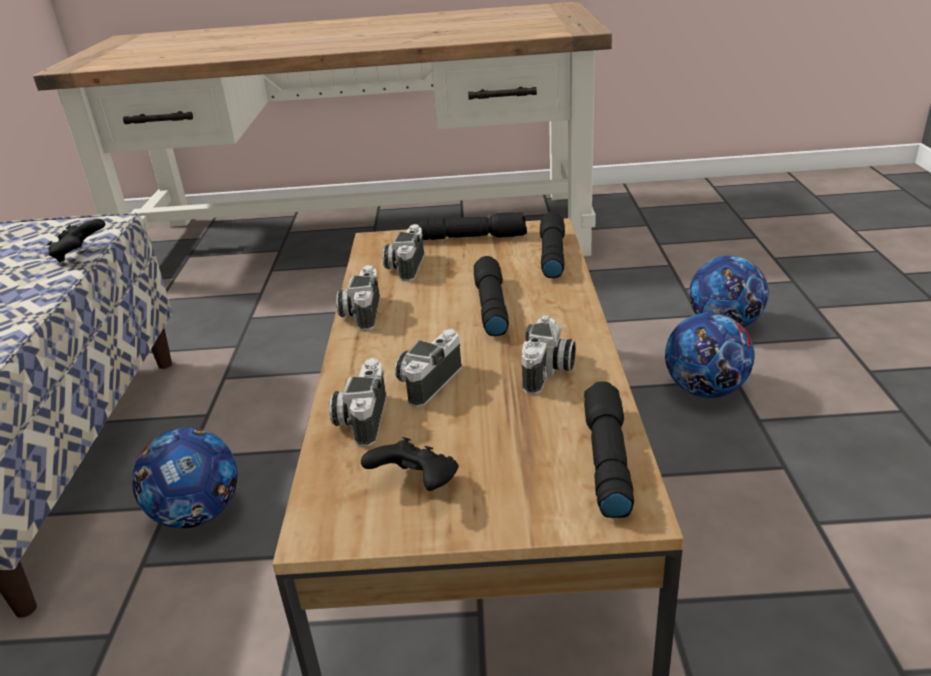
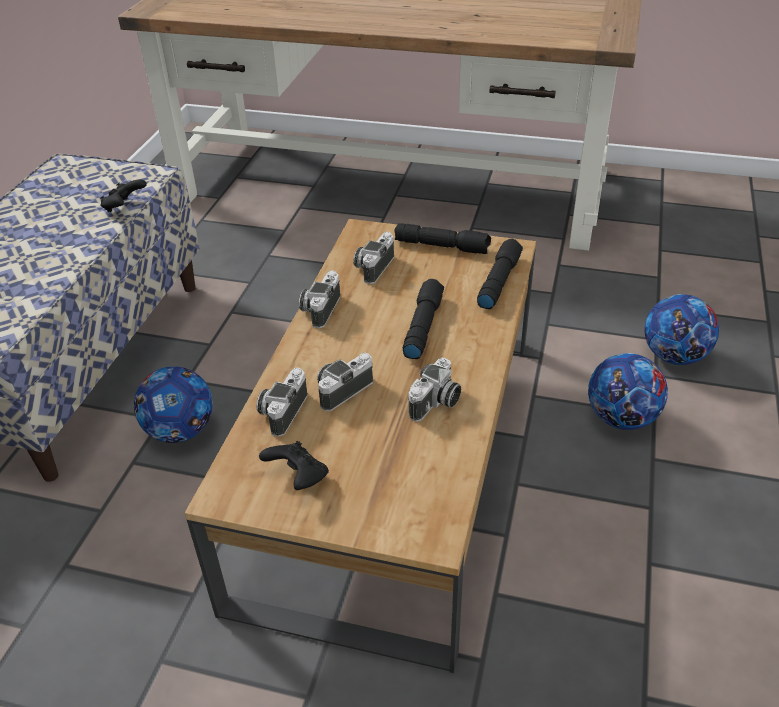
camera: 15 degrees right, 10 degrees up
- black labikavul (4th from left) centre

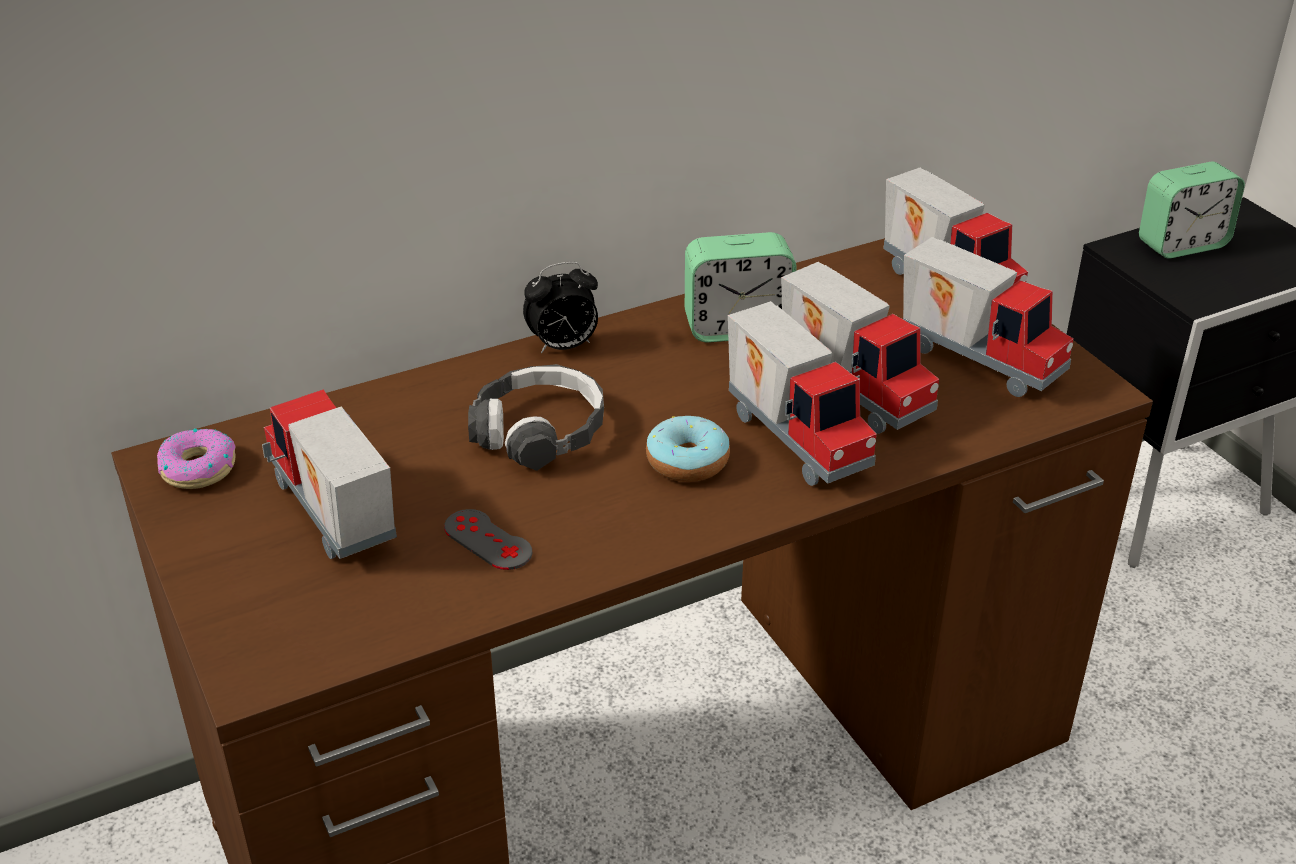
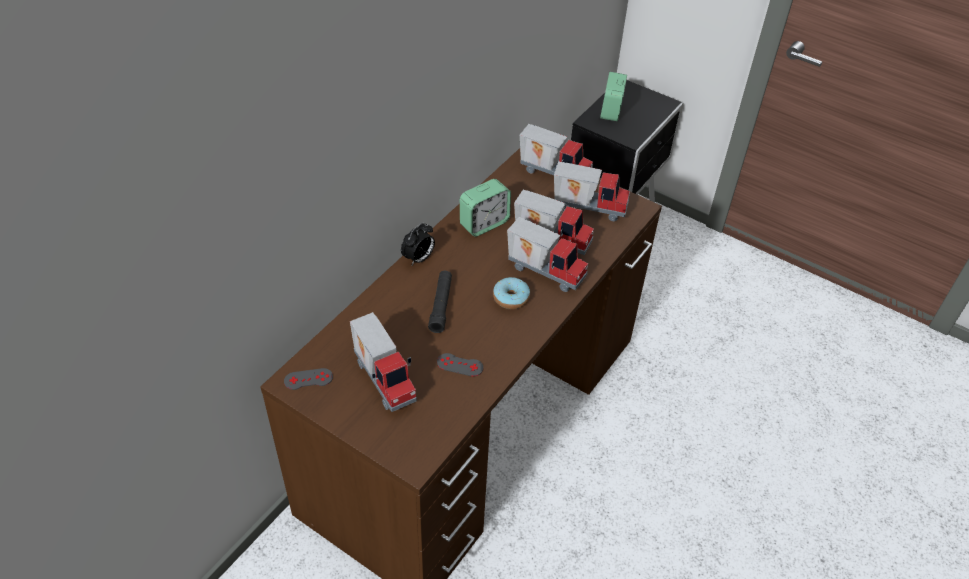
camera: 30 degrees left, 10 degrees up
~ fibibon (1st from left) middle left to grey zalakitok (1st from left) middle left
~ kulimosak (1st from left) middle left = centre 150 degrees counterclockwise
~ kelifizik centre to black labikavul centre
~ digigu (3rd from left) top right = top centre 150 degrees clockwise

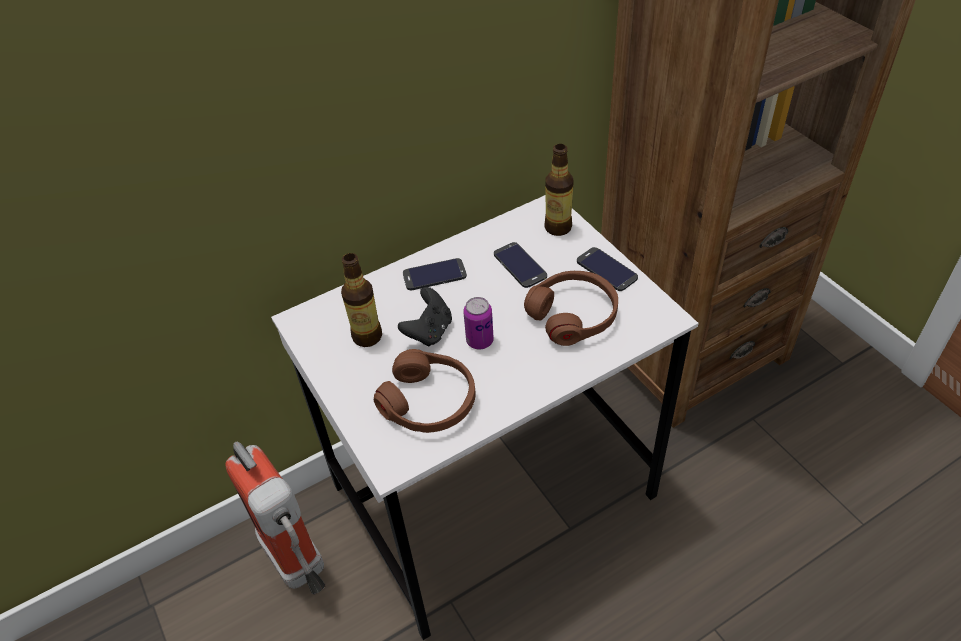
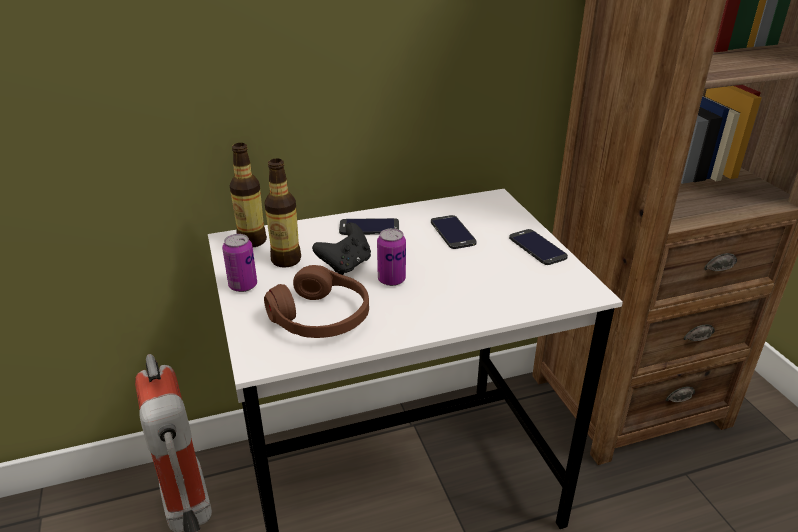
camera: 10 degrees right, 15 degrees down
+ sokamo (1st from left) middle left
~ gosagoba (2nd from left in the first image) top centre to gosagoba (1st from left) middle left
- brown kelifizik (2nd from left) centre

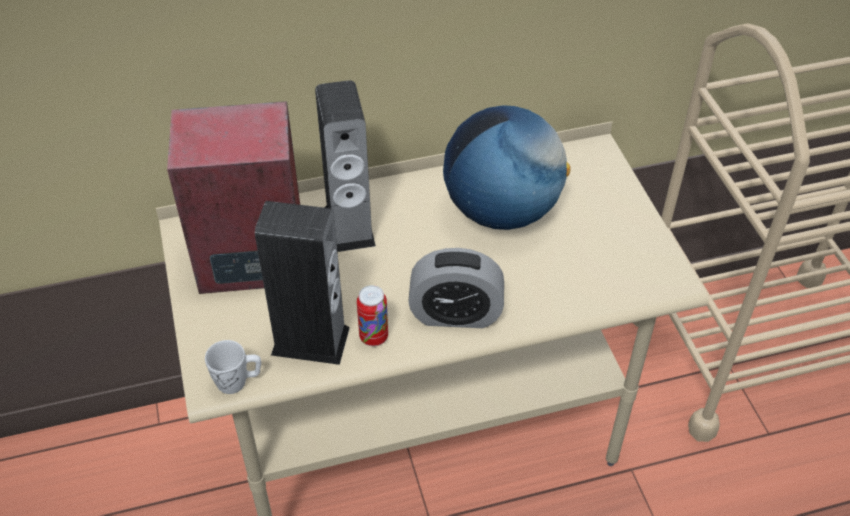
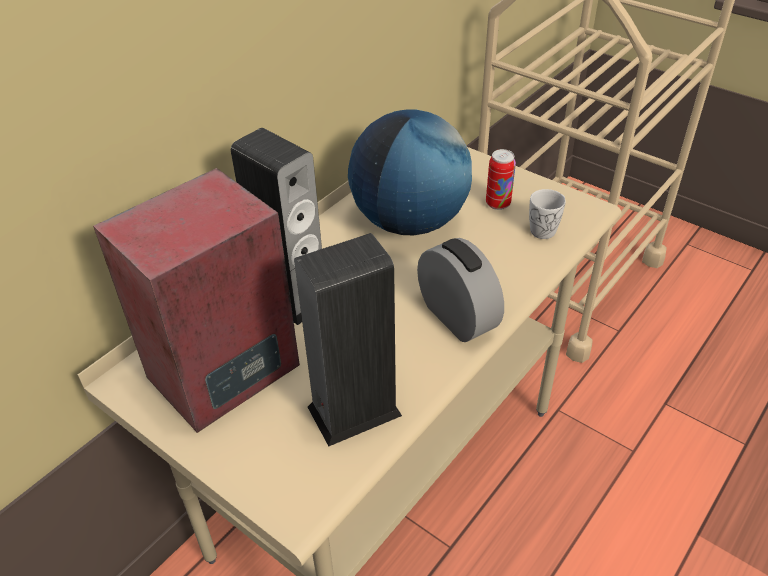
camera: 35 degrees left, 5 degrees down
~ digigu centre = centre 90 degrees counterclockwise
~ sokamo centre to top centre
~ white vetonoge bottom left to middle right

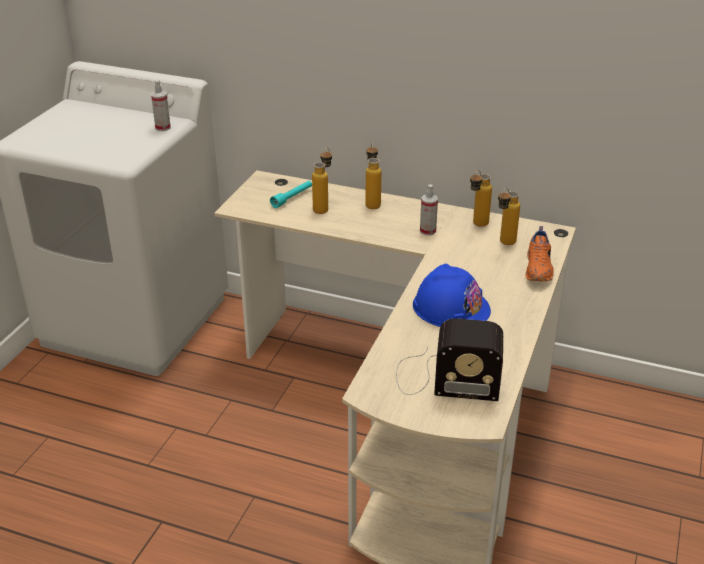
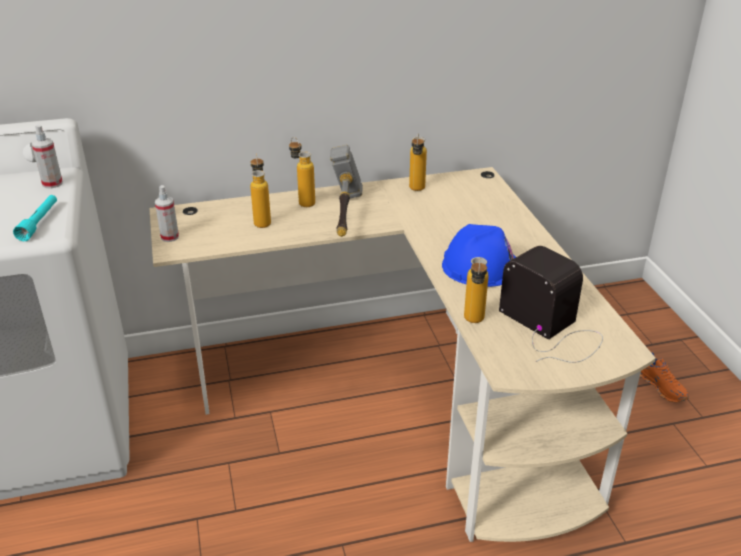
camera: 35 degrees left, 0 degrees up
~ turquoise labikavul centre to middle left
~ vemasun (2nd from left) centre to middle left
+ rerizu centre
~ gosagoba (4th from left) middle right to centre
~ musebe centre = middle right 105 degrees counterclockwise
~ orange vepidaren middle right to bottom right

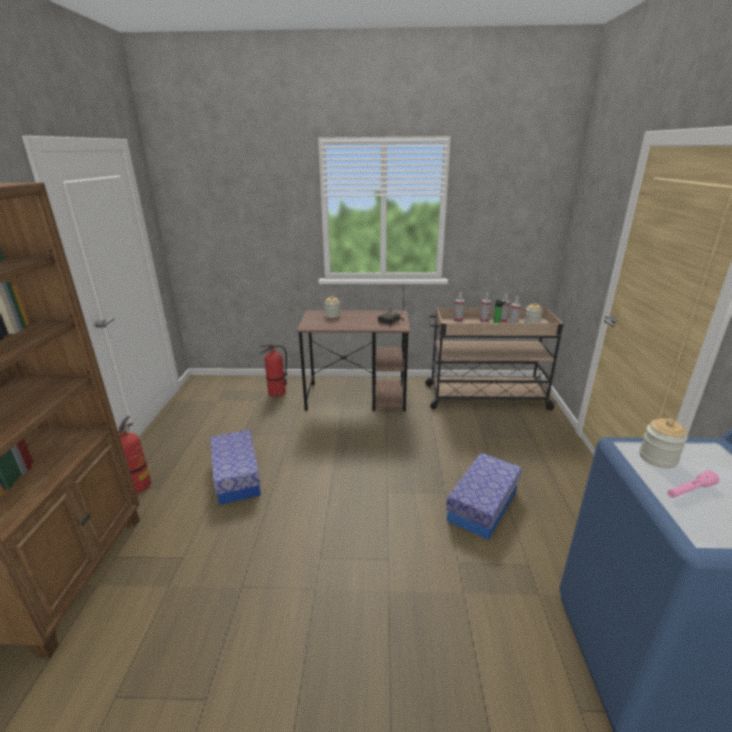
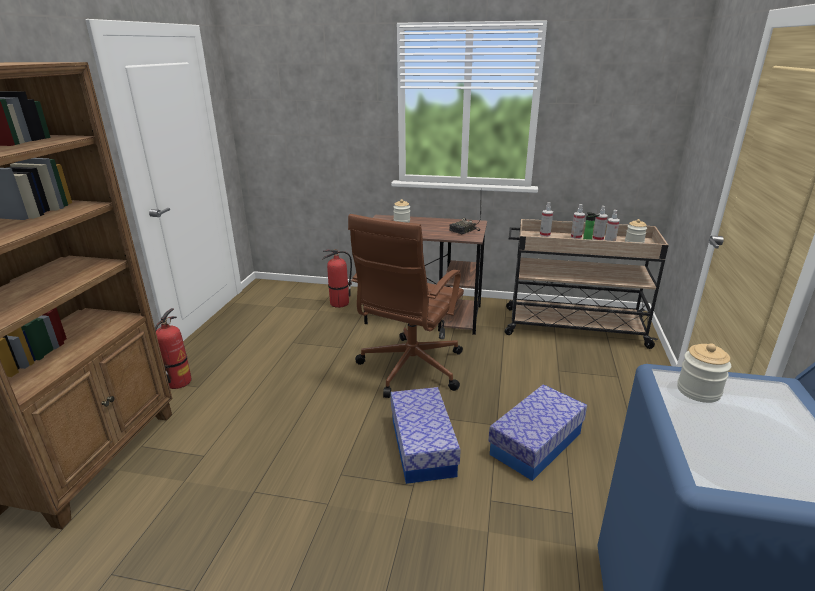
camera: 10 degrees right, 0 degrees up
+ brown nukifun centre
~ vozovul (1st from left) middle left to bottom centre
- pink labikavul middle right

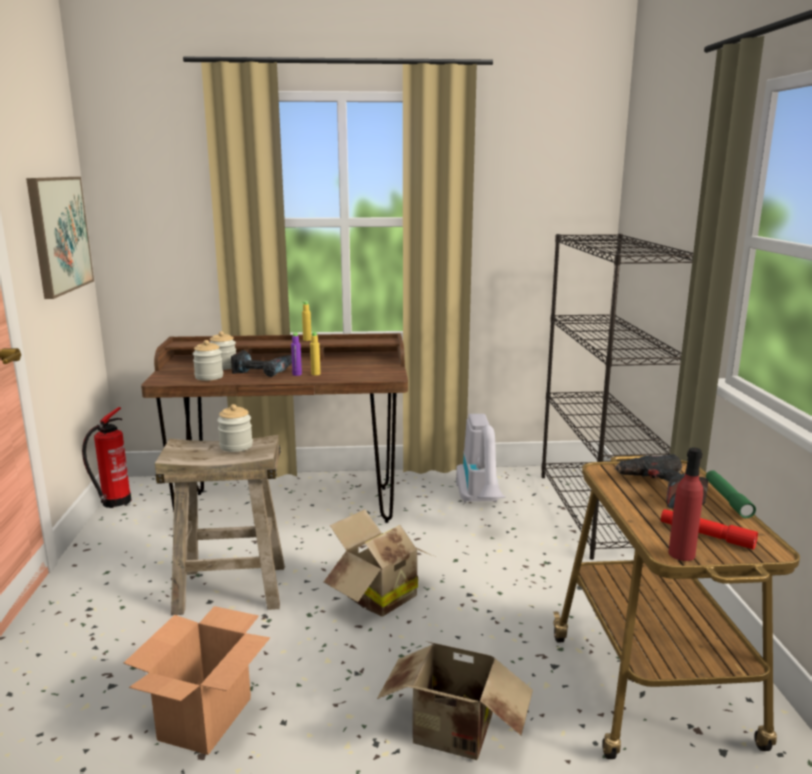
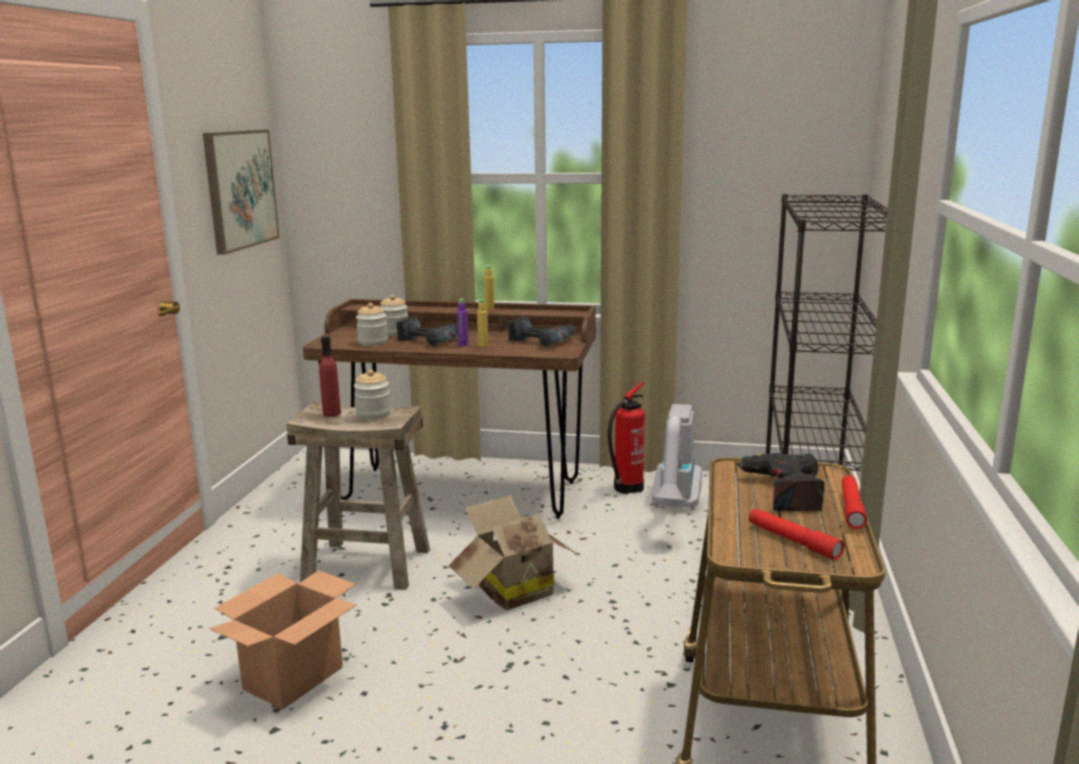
camera: 15 degrees right, 0 degrees up
~ red gosagoba middle right to middle left
+ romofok (2nd from left) centre
~ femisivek middle left to centre
~ green labikavul middle right to red labikavul (2nd from left) middle right
- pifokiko (3rd from left) bottom centre

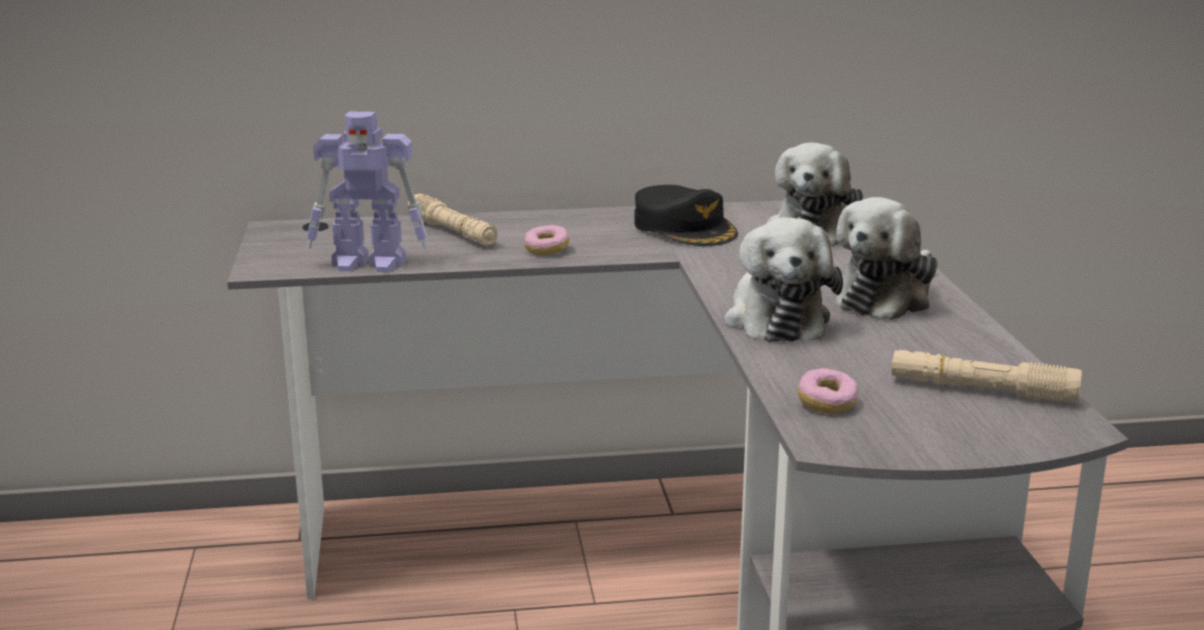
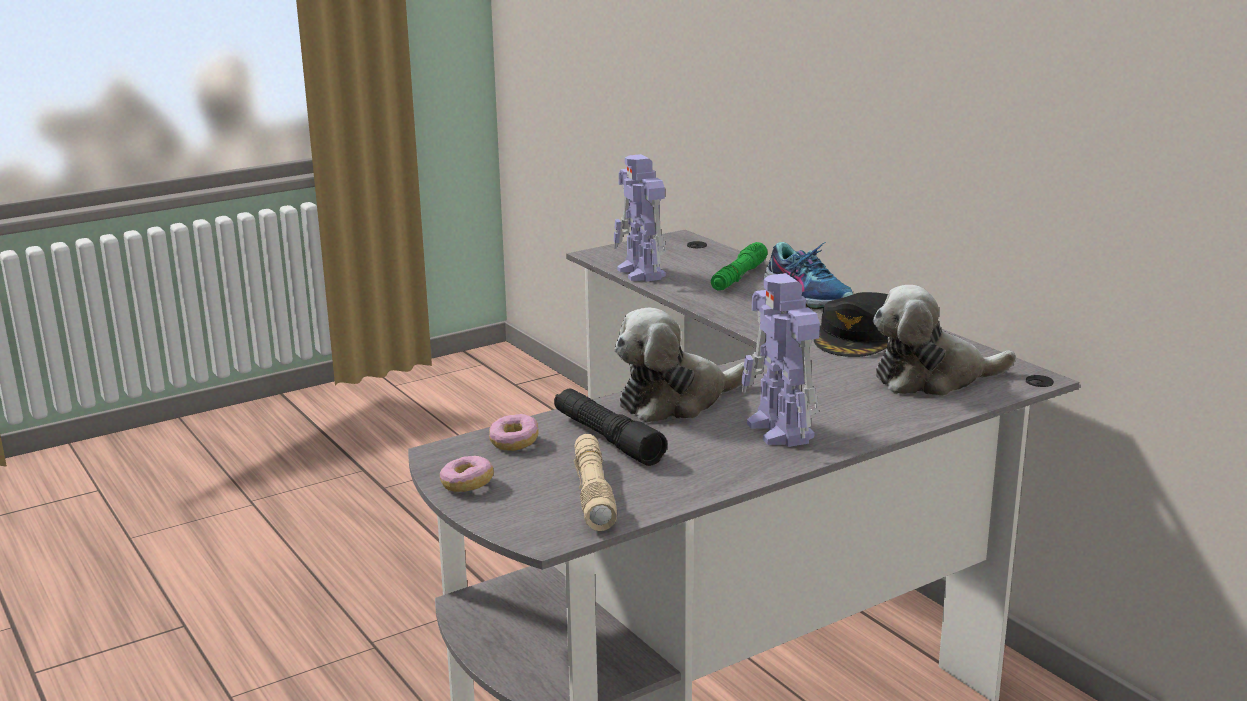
camera: 65 degrees right, 0 degrees up
~ fibibon (1st from left) centre to bottom centre
+ black labikavul centre
~ beige labikavul (1st from left) centre to green labikavul centre
~ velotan (3rd from left) middle right to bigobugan (2nd from left) centre
+ vepidaren centre

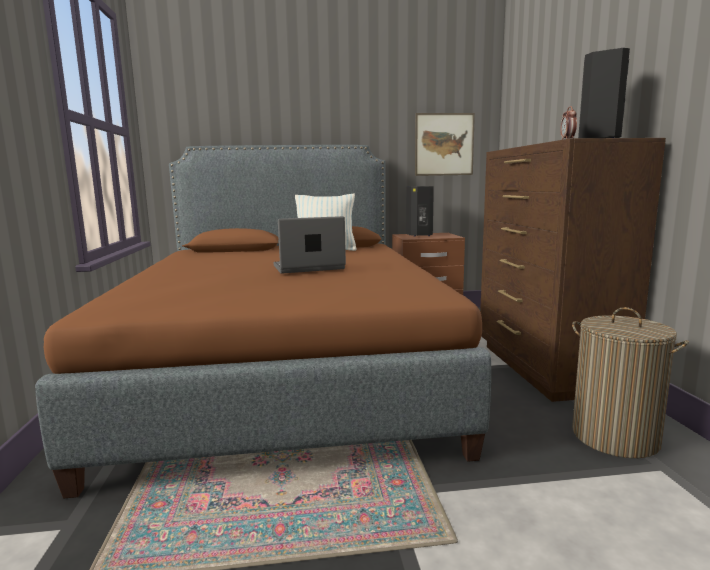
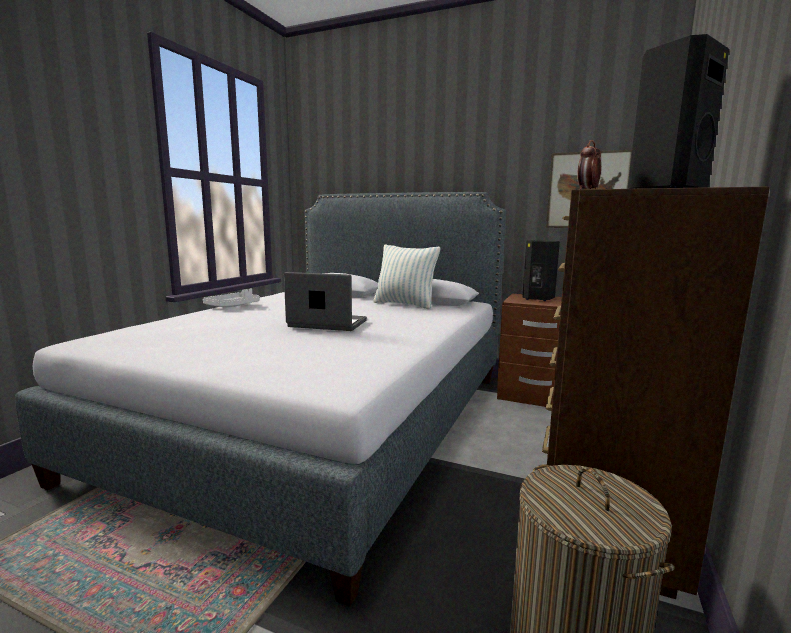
camera: 30 degrees right, 0 degrees up
~ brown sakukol centre to grey sakukol middle left
+ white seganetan middle left

